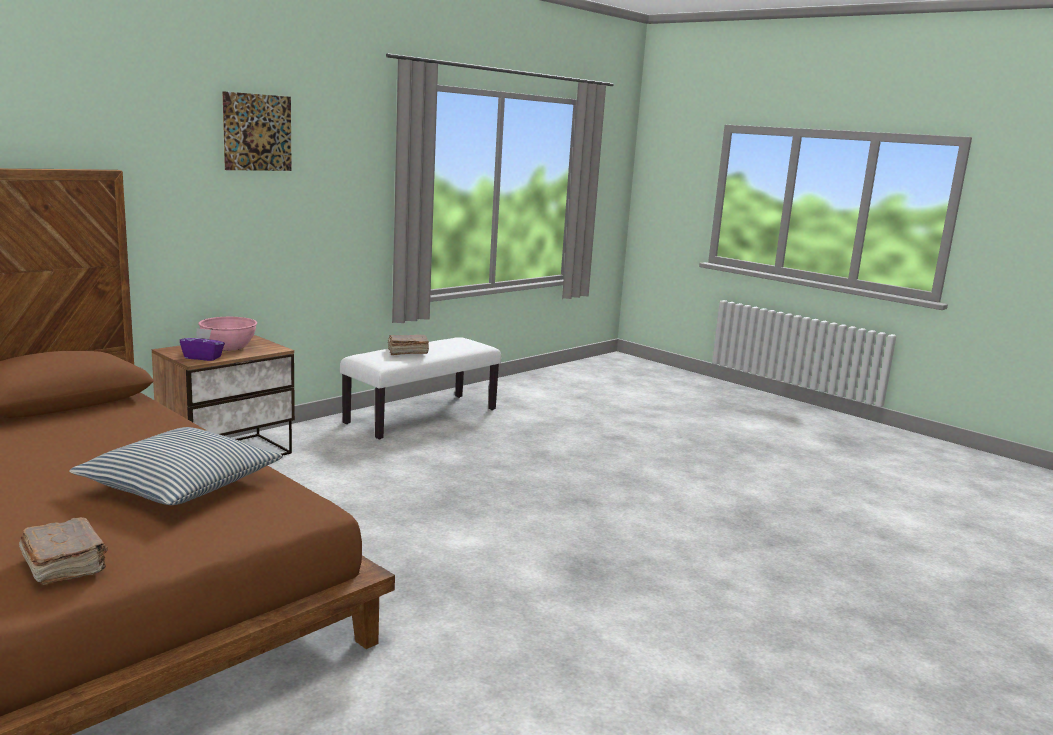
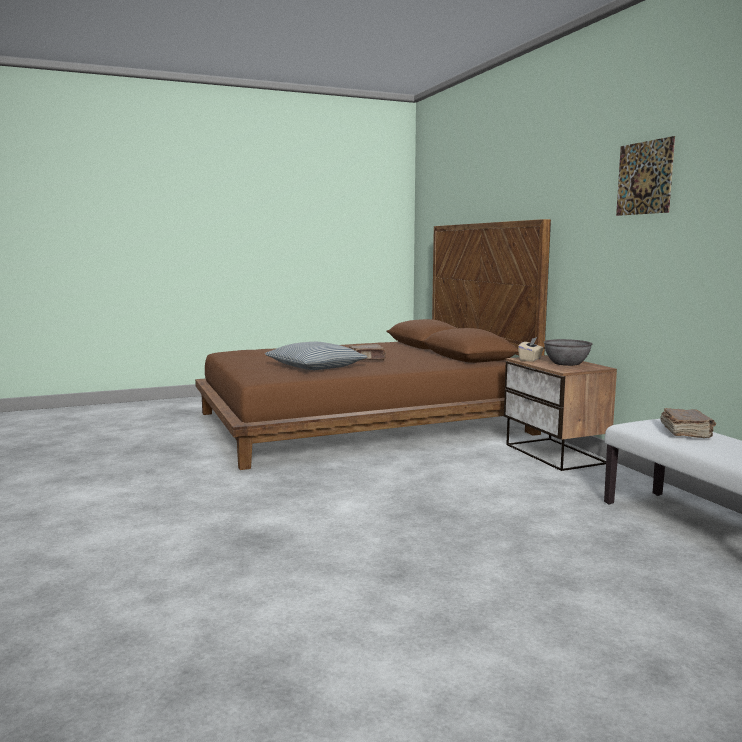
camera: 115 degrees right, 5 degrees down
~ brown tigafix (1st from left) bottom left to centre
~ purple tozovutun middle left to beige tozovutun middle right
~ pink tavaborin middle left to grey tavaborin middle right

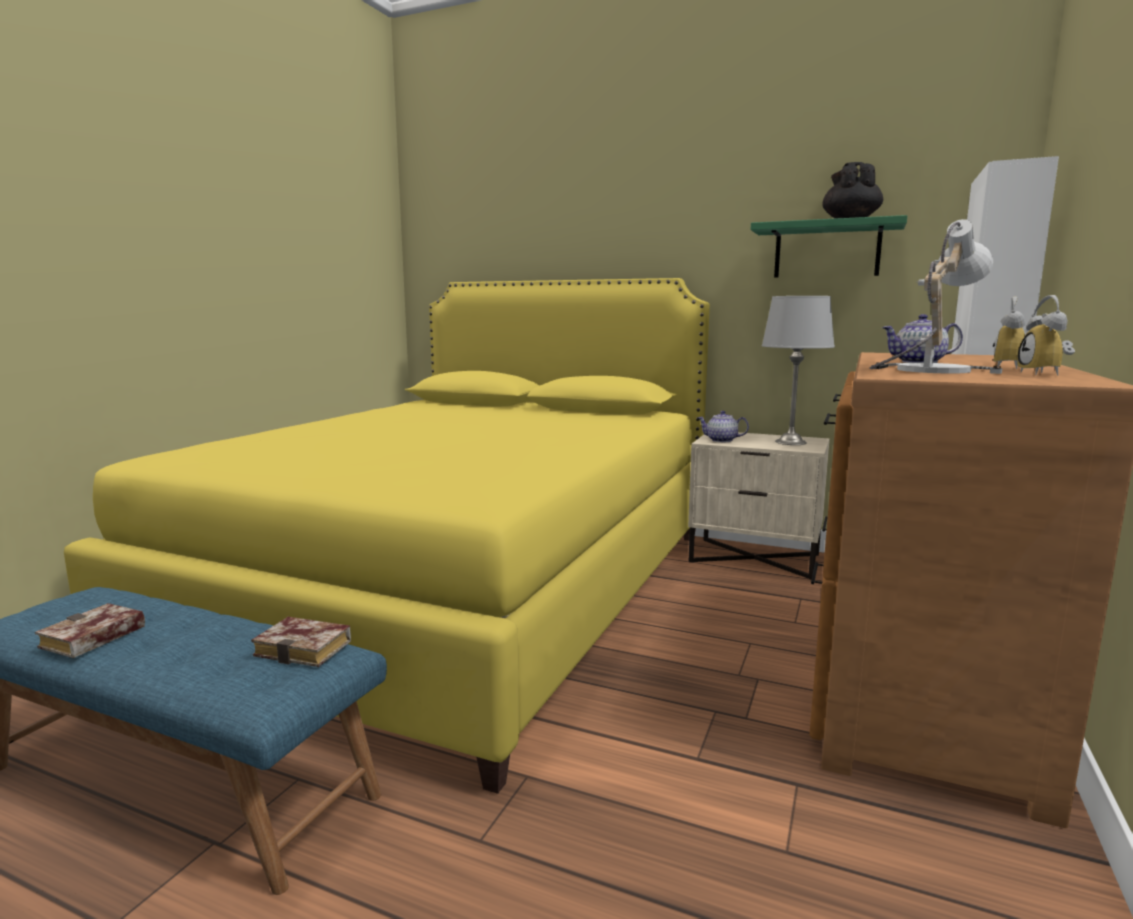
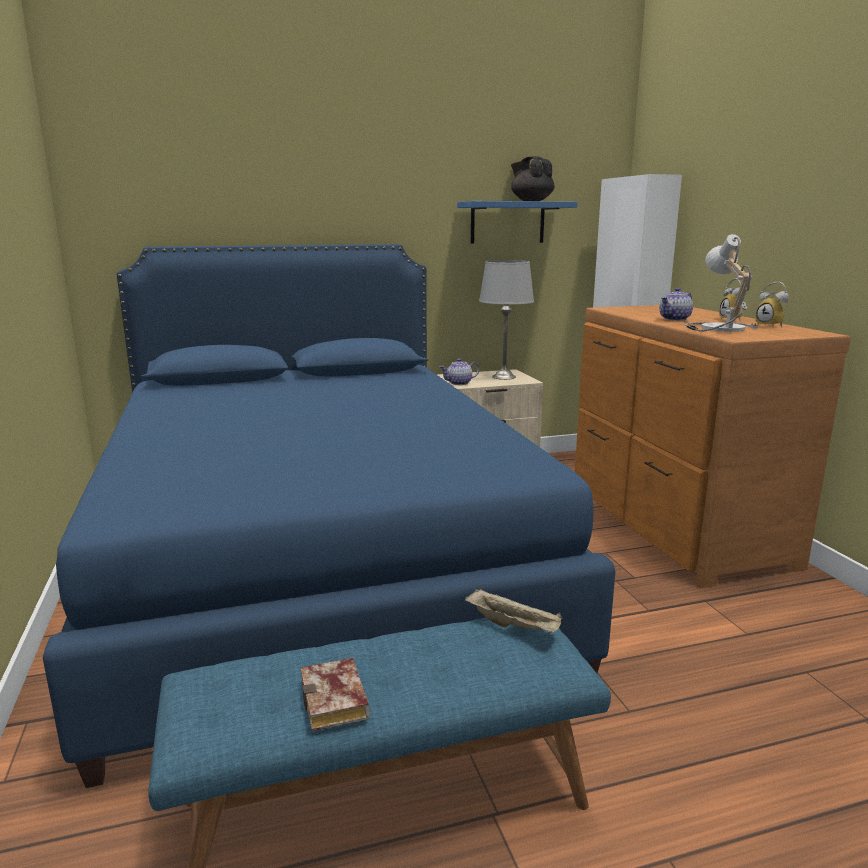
camera: 40 degrees left, 5 degrees up
~ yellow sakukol centre to blue sakukol centre
~ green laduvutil top right to blue laduvutil top centre
~ tigafix (2nd from left) bottom left to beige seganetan bottom centre

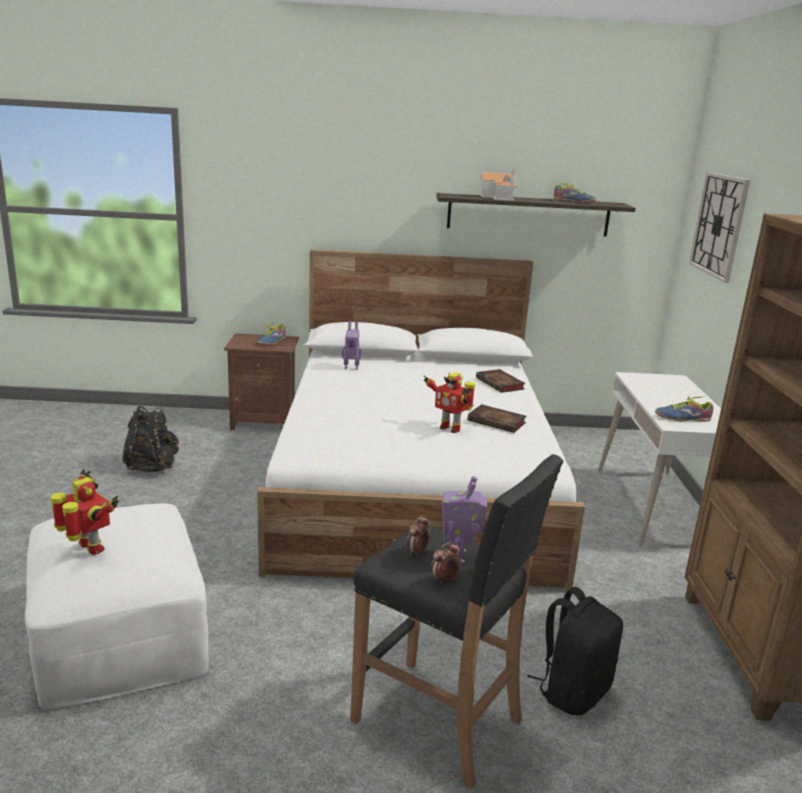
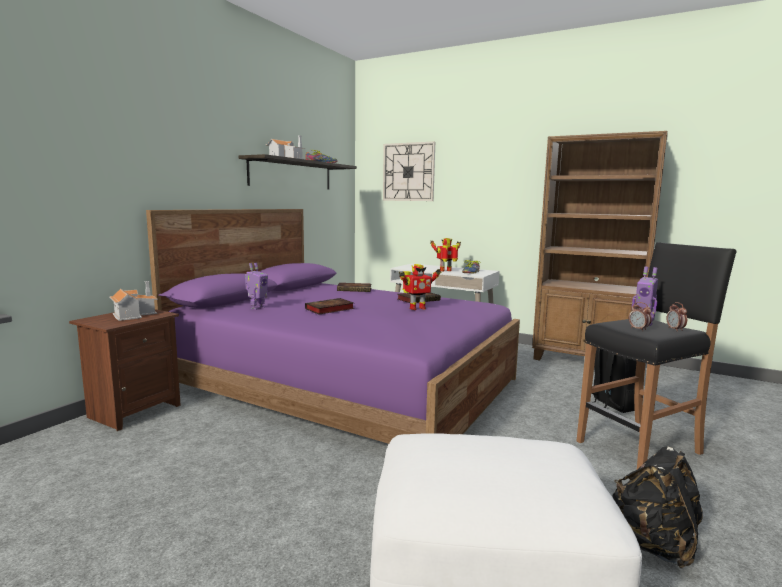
camera: 60 degrees left, 10 degrees down
~ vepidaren (1st from left) centre to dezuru (1st from left) middle left
~ white sakukol centre to purple sakukol centre
+ tigafix (1st from left) centre
~ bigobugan (1st from left in the first image) middle left to bigobugan (3rd from left) centre
~ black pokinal (1st from left in the first image) middle left to black pokinal (2nd from left) bottom right

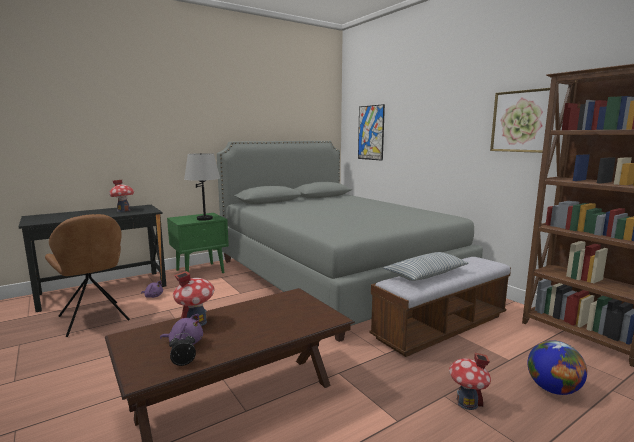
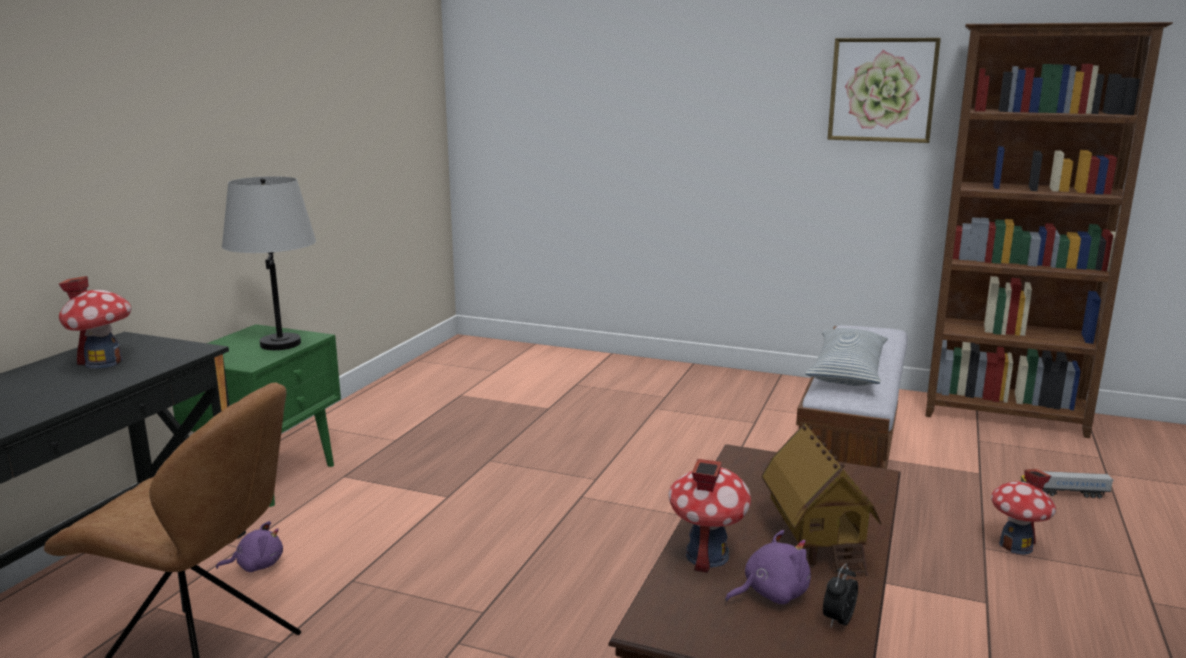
camera: 35 degrees left, 5 degrees up
+ dezuru (3rd from left) bottom right
~ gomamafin bottom right to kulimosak bottom right
- grey sakukol centre
- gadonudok (1st from left) top centre

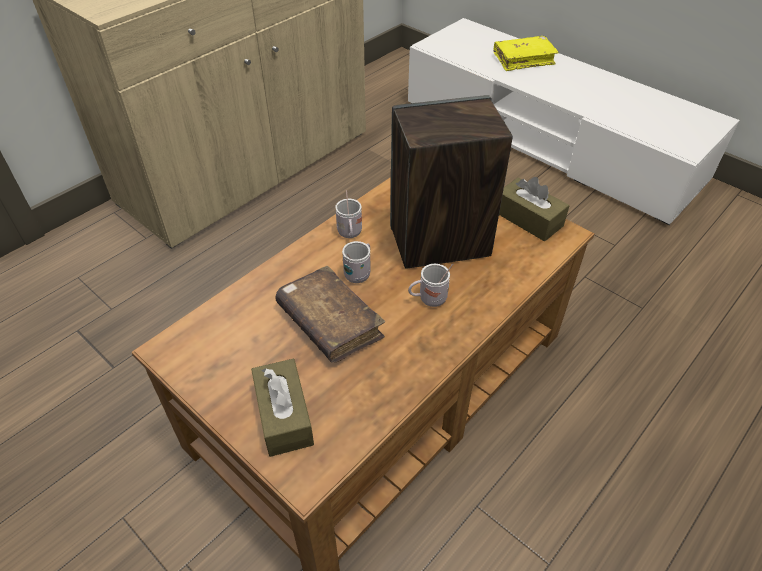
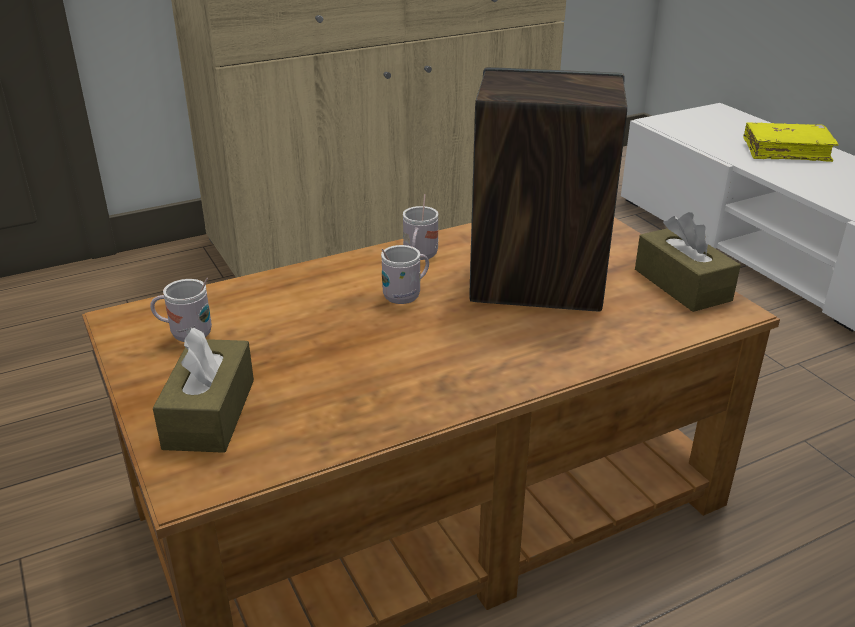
camera: 20 degrees right, 15 degrees down
~ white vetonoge (3rd from left in the first image) centre to white vetonoge (1st from left) middle left
- brown tigafix centre

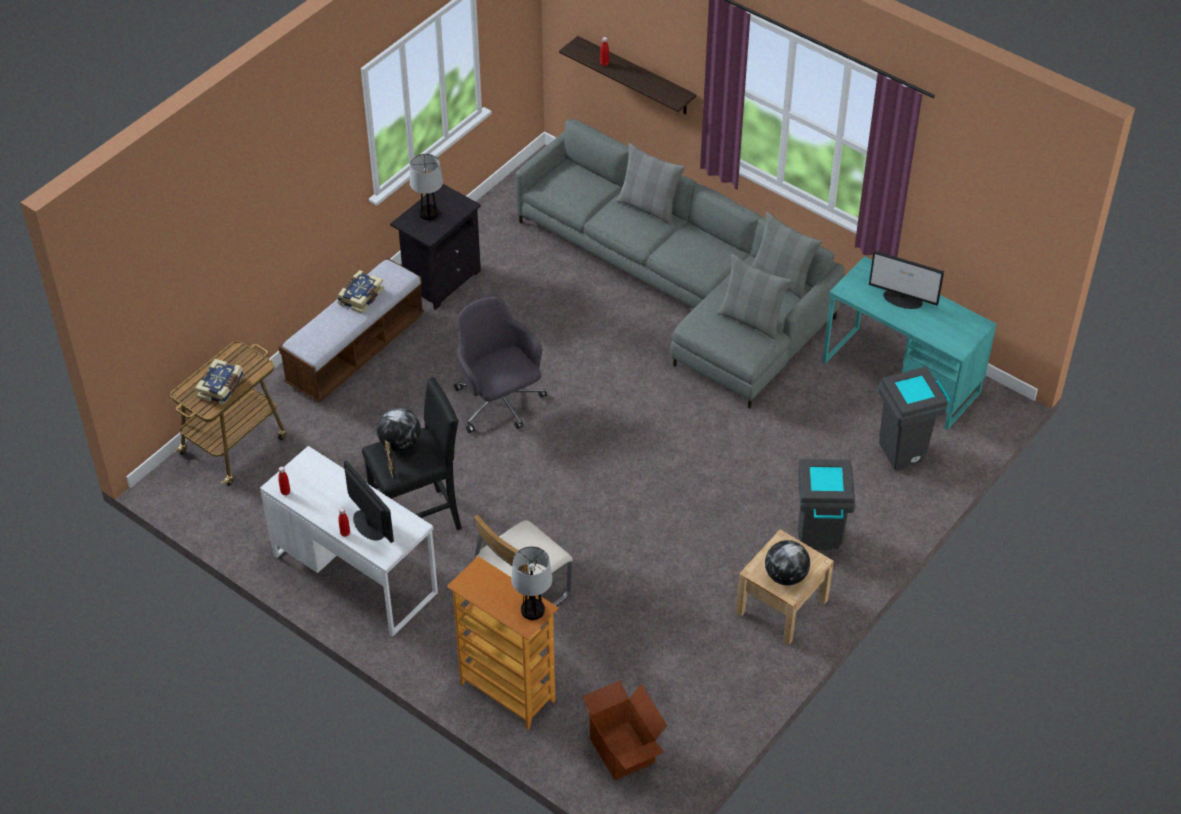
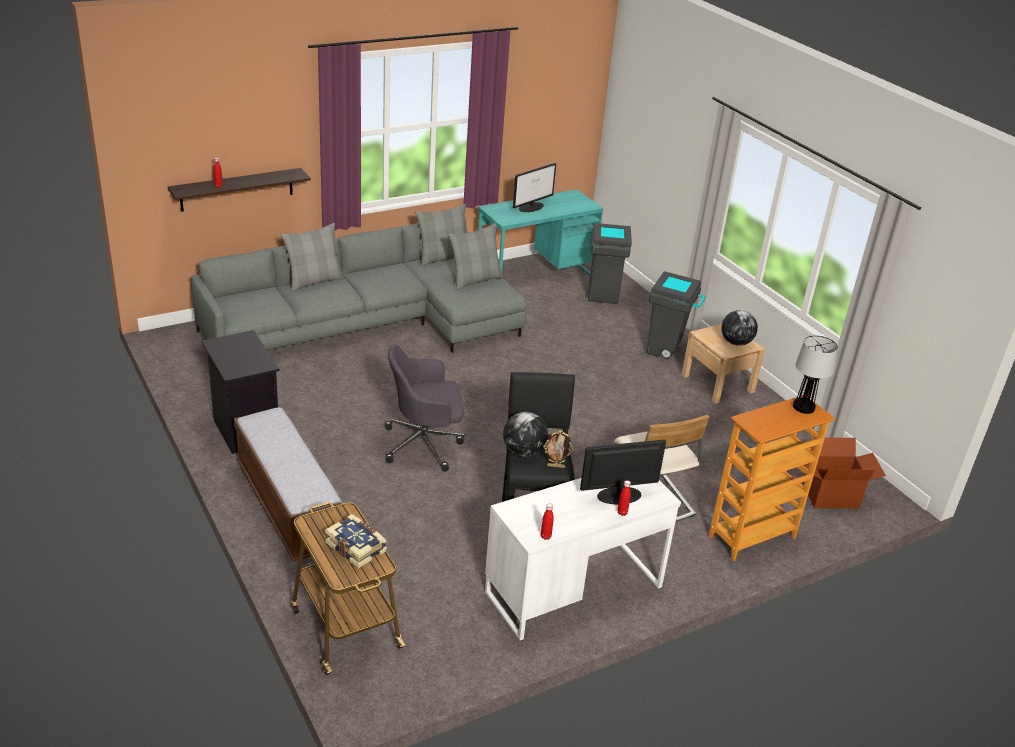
camera: 70 degrees left, 15 degrees down
- tigafix (2nd from left) middle left
- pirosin (1st from left) top centre

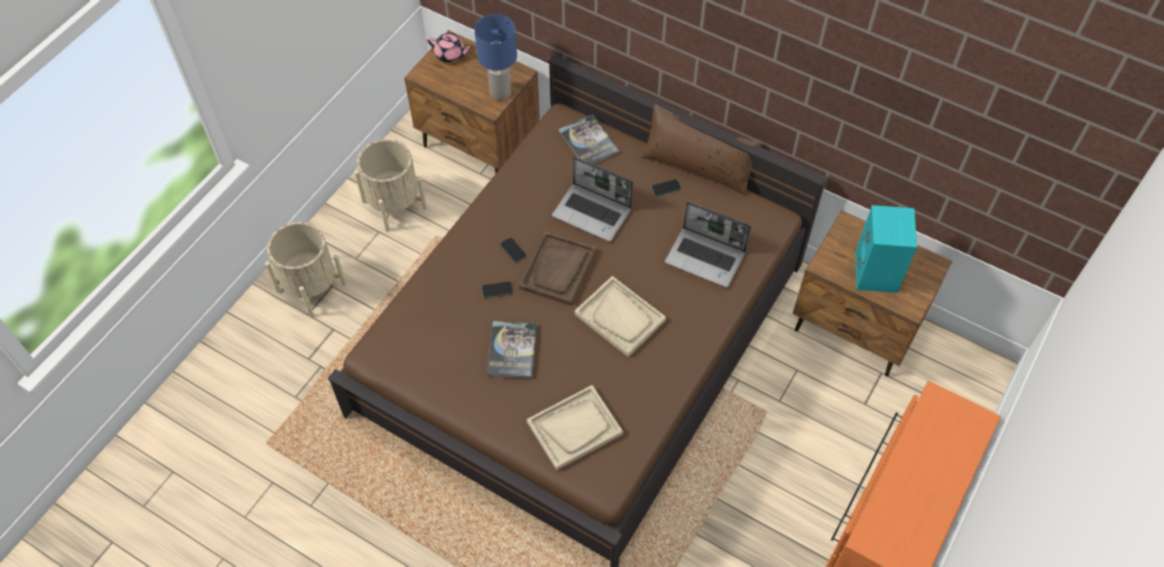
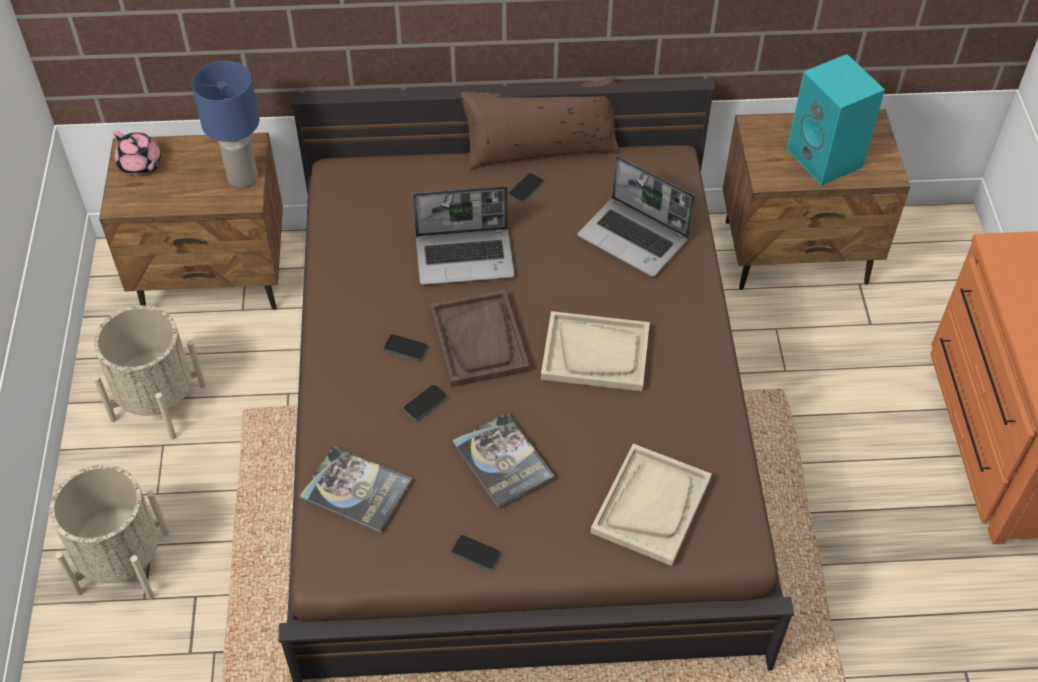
camera: 35 degrees left, 5 degrees down
~ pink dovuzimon top centre = top left 60 degrees clockwise
~ tigafix (2nd from left in the first image) top centre to tigafix (1st from left) bottom centre
+ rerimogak (3rd from left) bottom centre
~ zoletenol (2nd from left) centre = top centre 45 degrees clockwise

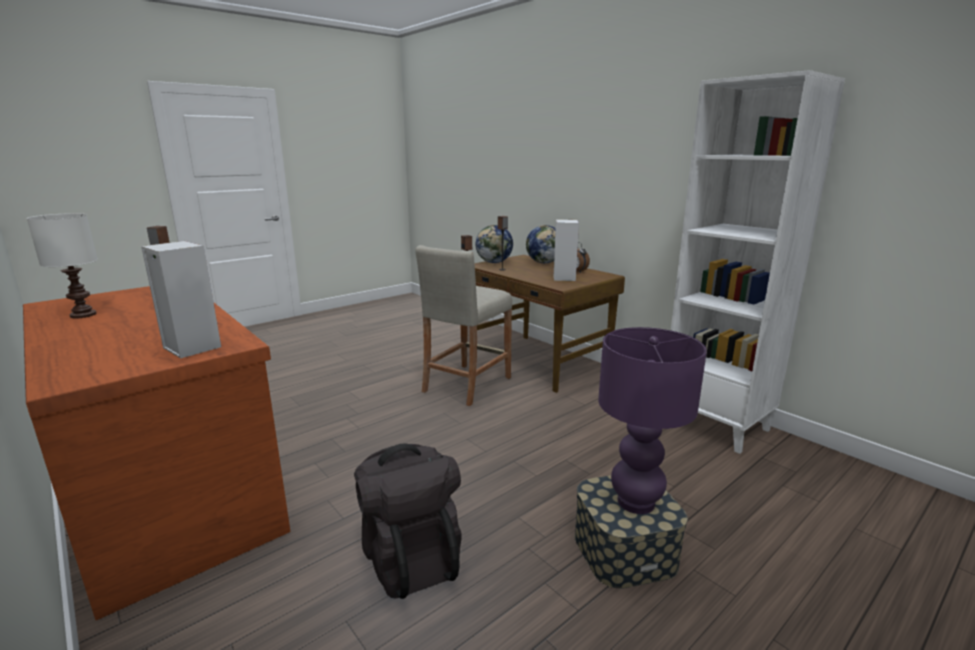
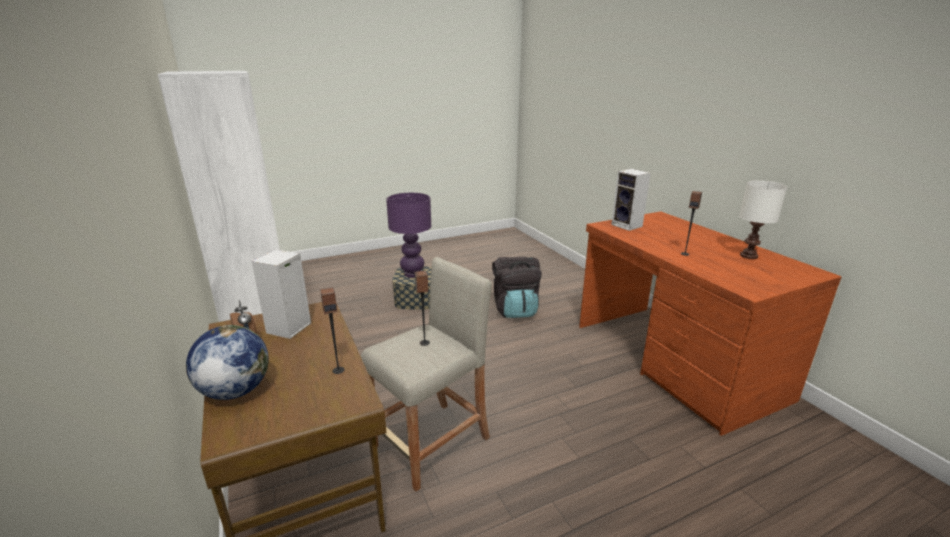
camera: 165 degrees left, 5 degrees up
- gomamafin (1st from left) centre

